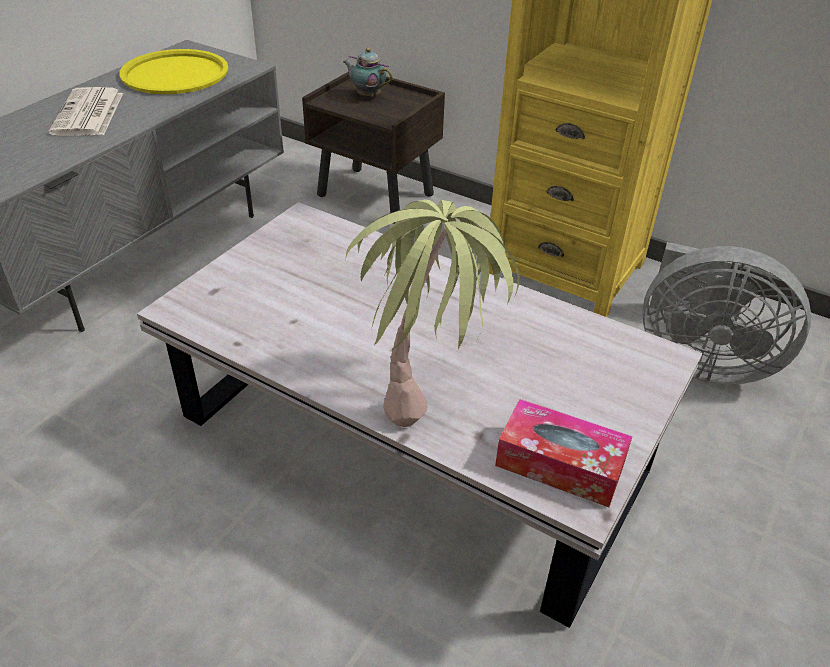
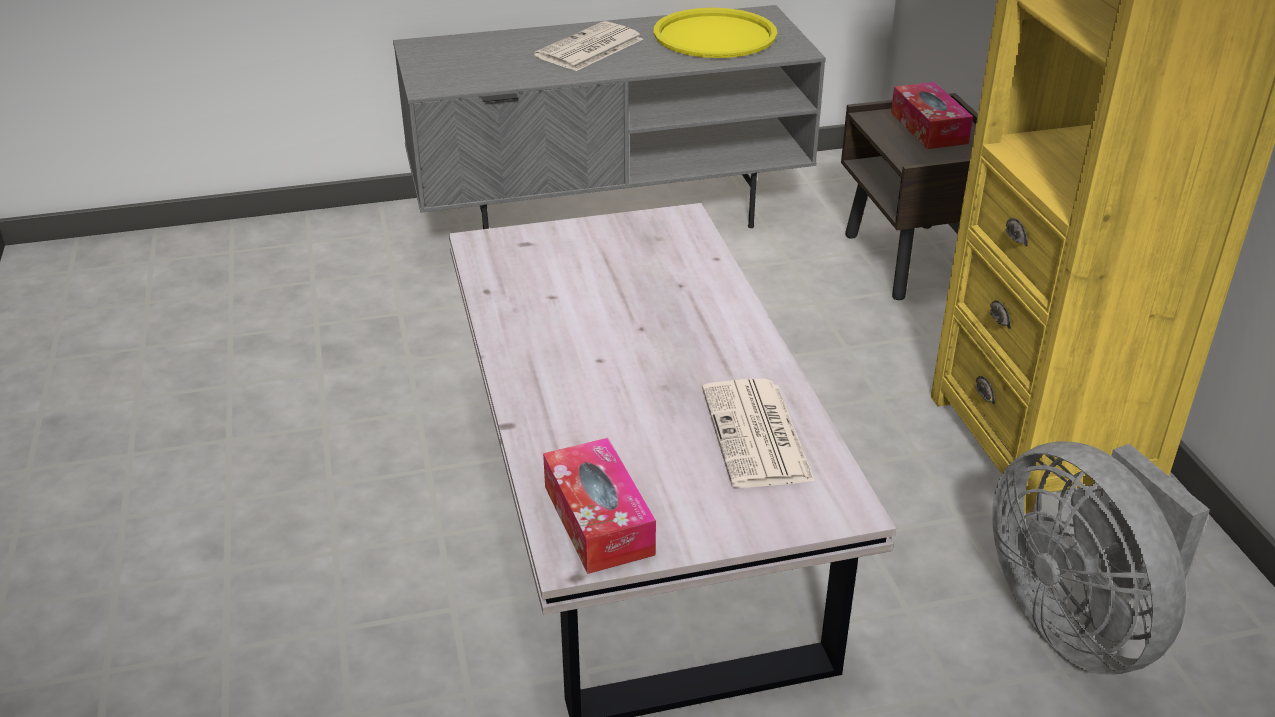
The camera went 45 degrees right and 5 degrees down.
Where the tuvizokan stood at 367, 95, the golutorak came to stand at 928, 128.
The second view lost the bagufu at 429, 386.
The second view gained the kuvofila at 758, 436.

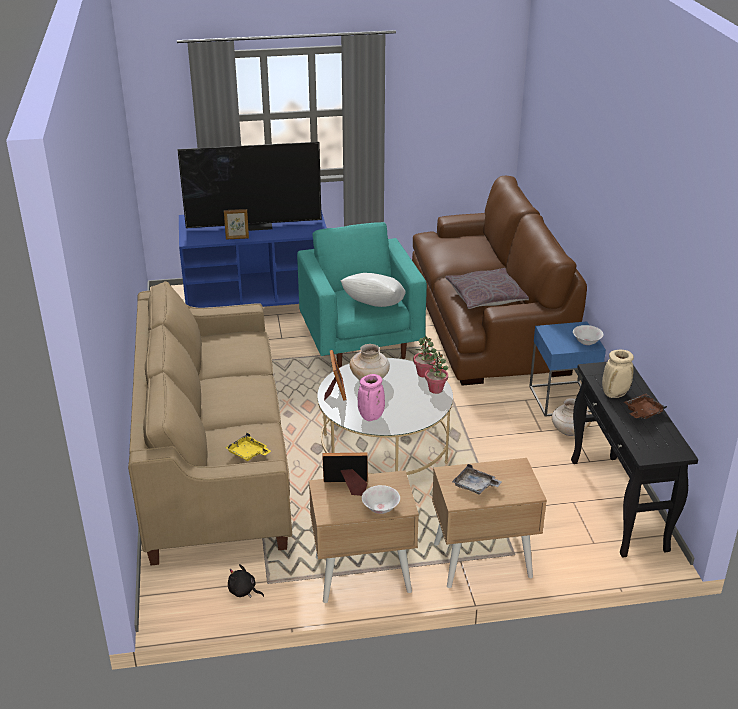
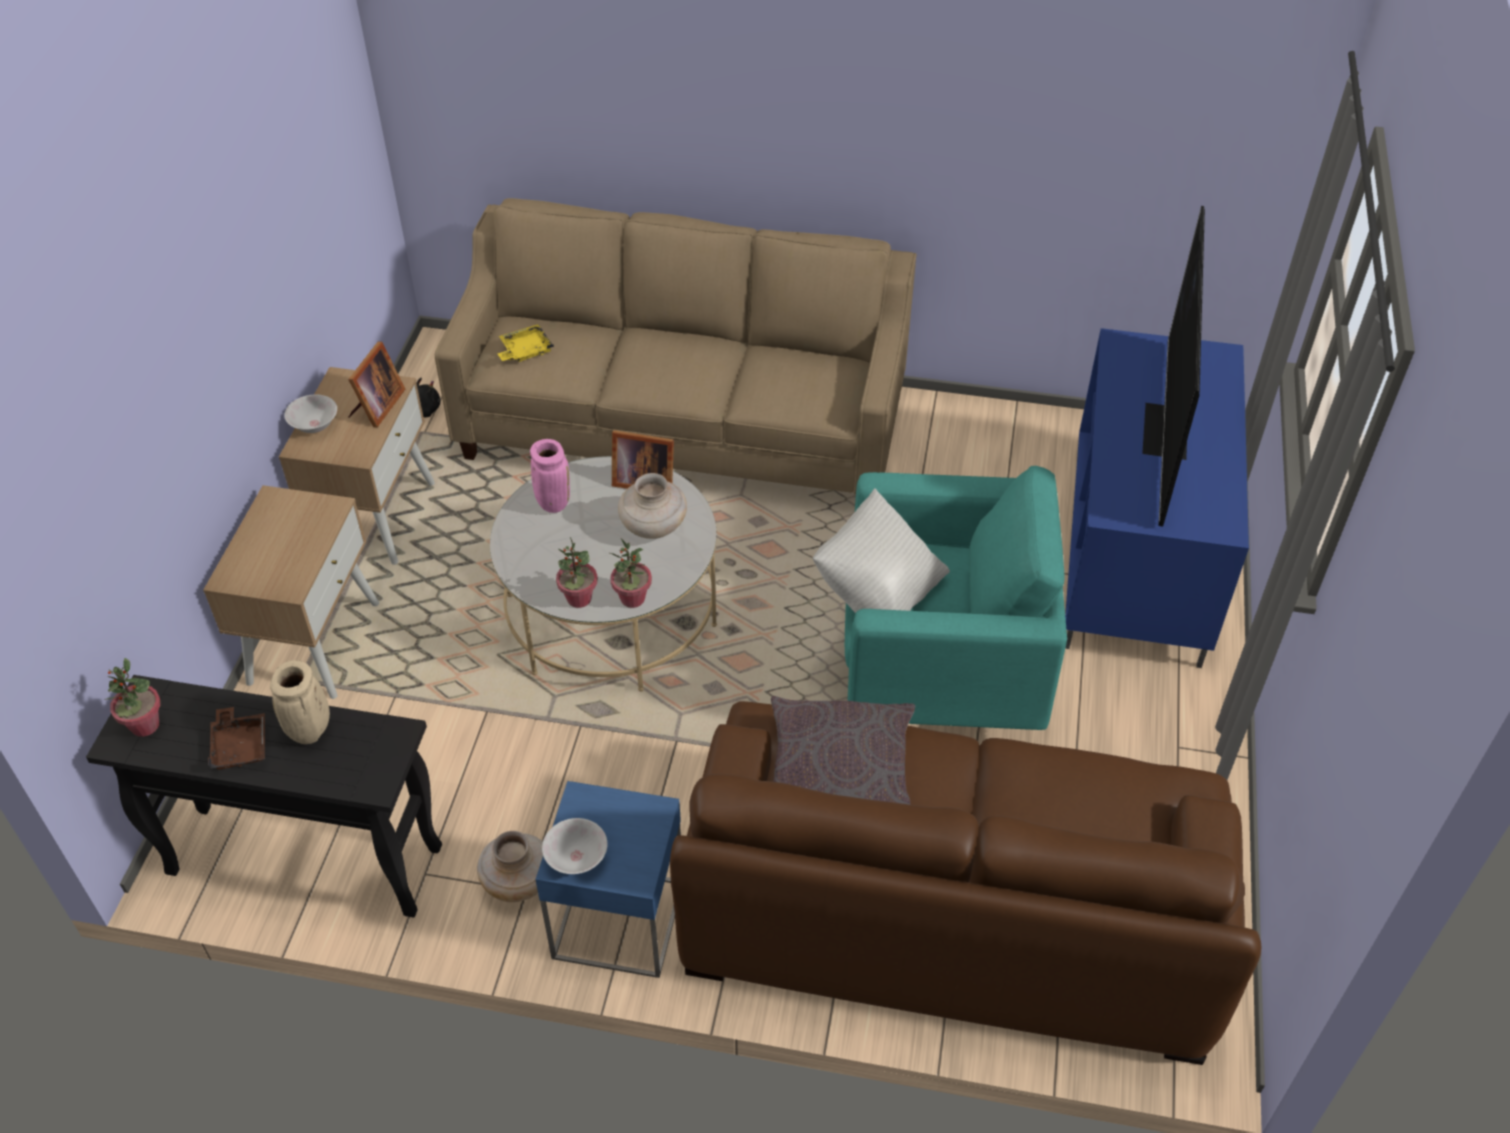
The camera went 110 degrees right and 15 degrees up.
The second view lost the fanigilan at 237, 238.
The second view lost the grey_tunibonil at 475, 486.
The second view gained the bagufu at 144, 725.

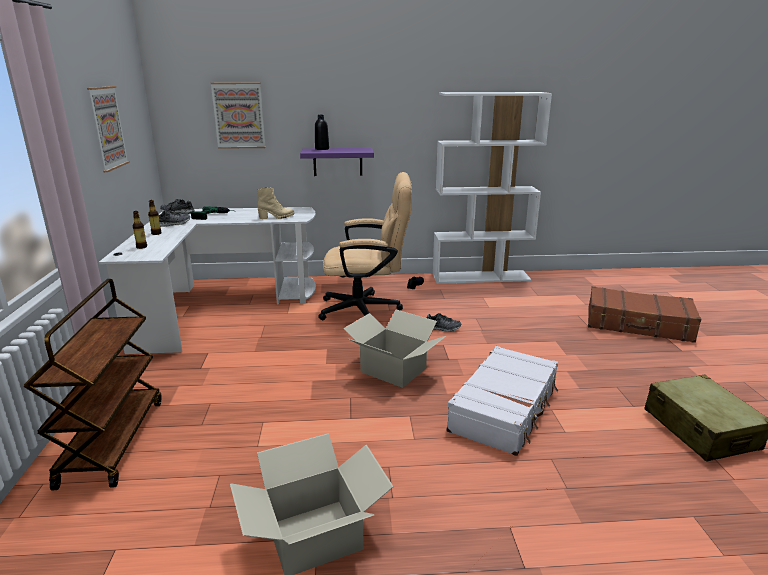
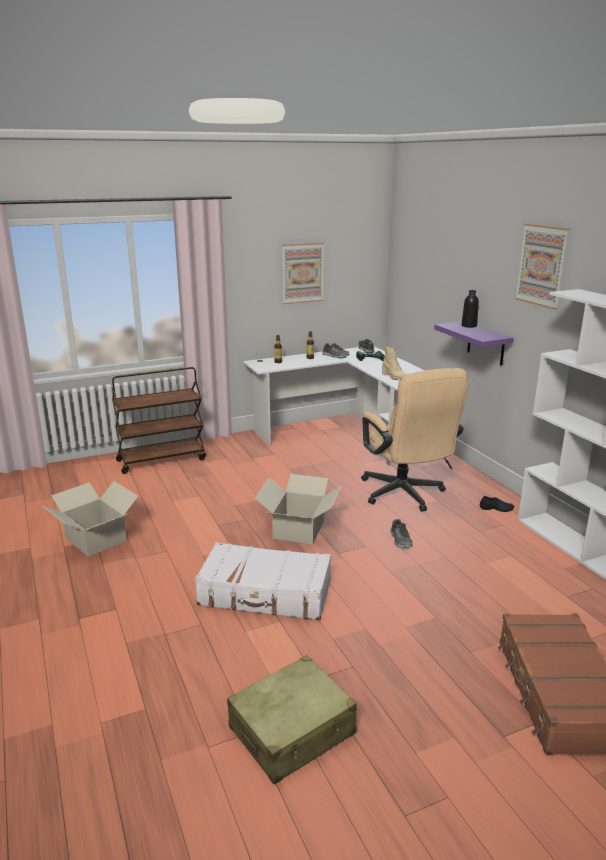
The camera went 70 degrees right and 0 degrees up.
The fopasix ended up elsewhere, having gone from 239, 115 to 542, 265.

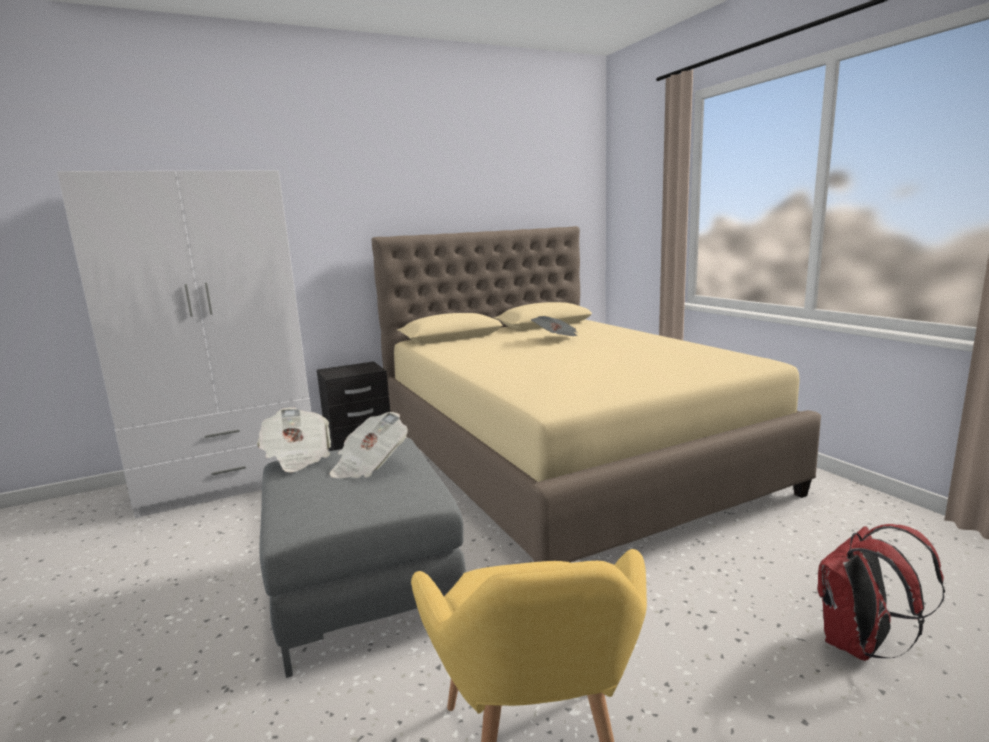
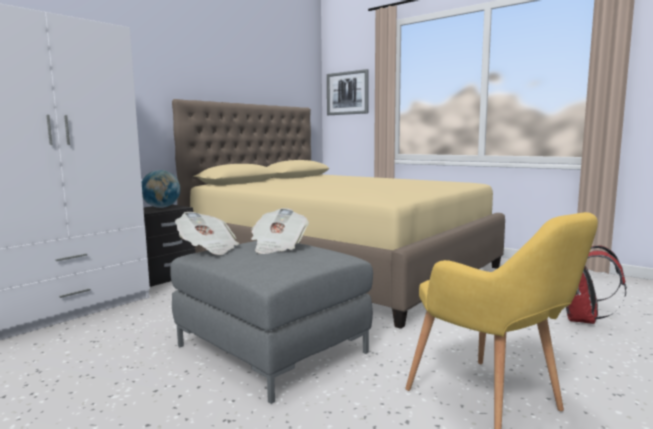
The camera went 25 degrees left and 5 degrees down.
The second view lost the kuvofila at 556, 339.
The second view gained the fopasix at 347, 93.
The second view gained the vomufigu at 161, 207.

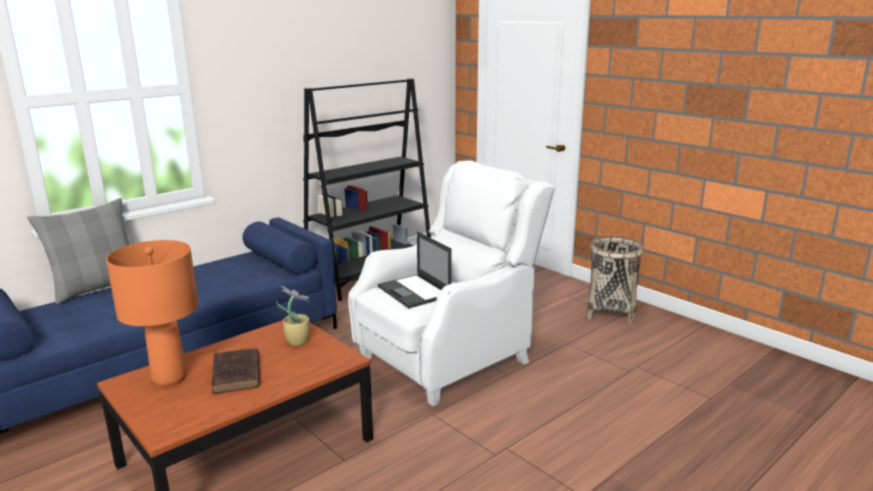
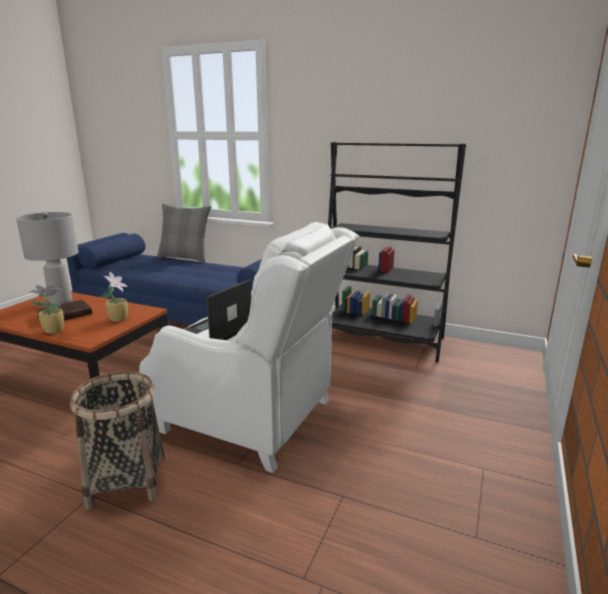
The camera went 65 degrees right and 0 degrees up.
The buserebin ended up elsewhere, having gone from 610, 311 to 127, 480.
What was the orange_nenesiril at 169, 378 turned into the grey_nenesiril at 60, 301.
The second view gained the bagufu at 53, 330.

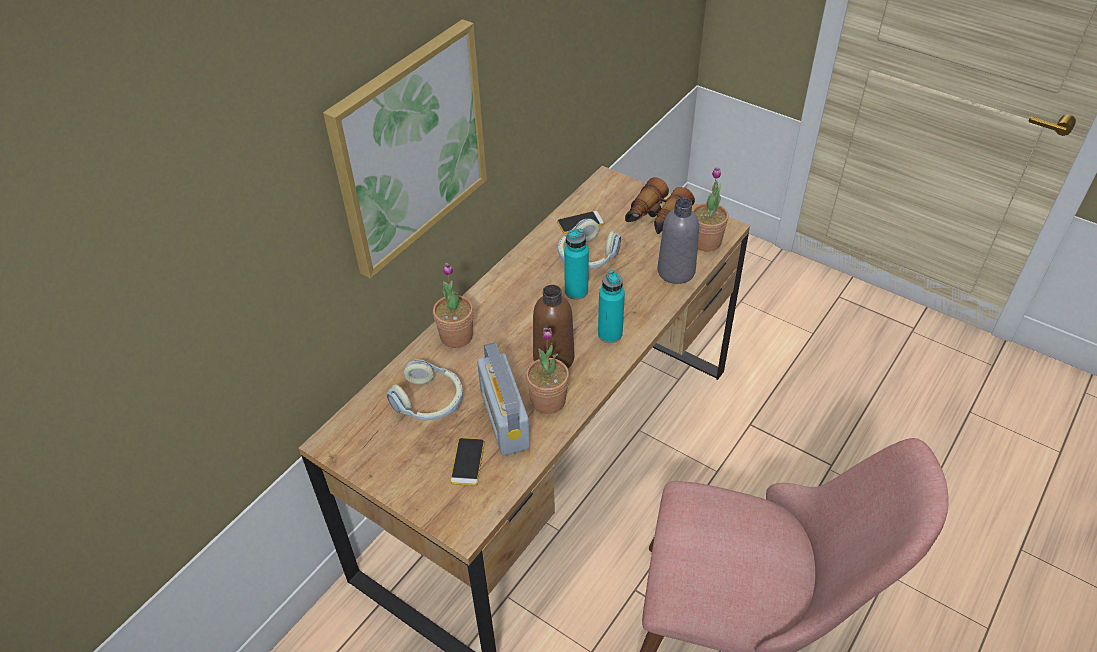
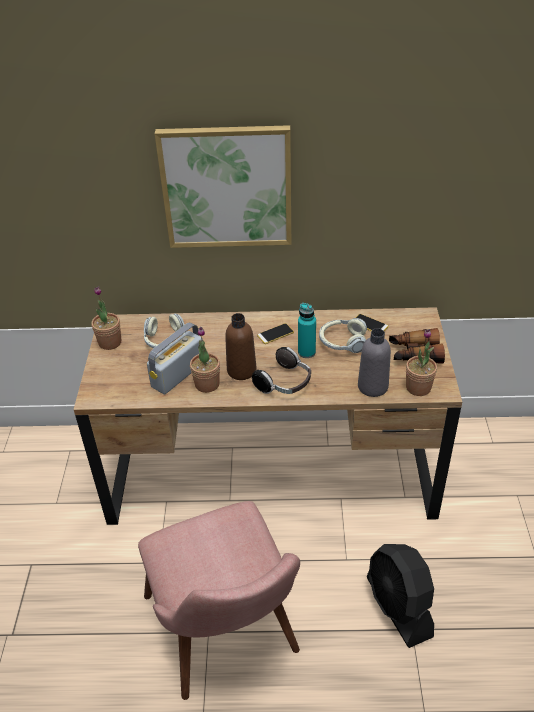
The camera went 55 degrees right and 5 degrees down.
The bagufu ended up elsewhere, having gone from 456, 336 to 110, 342.
Where the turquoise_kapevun stood at 610, 334, the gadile came to stand at 285, 384.
The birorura ended up elsewhere, having gone from 467, 462 to 275, 334.
The second view gained the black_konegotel at 398, 607.

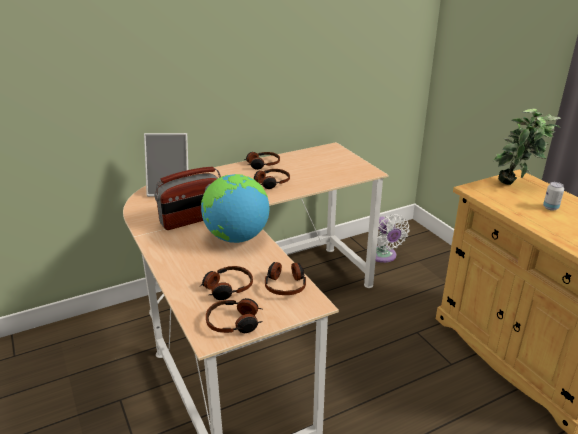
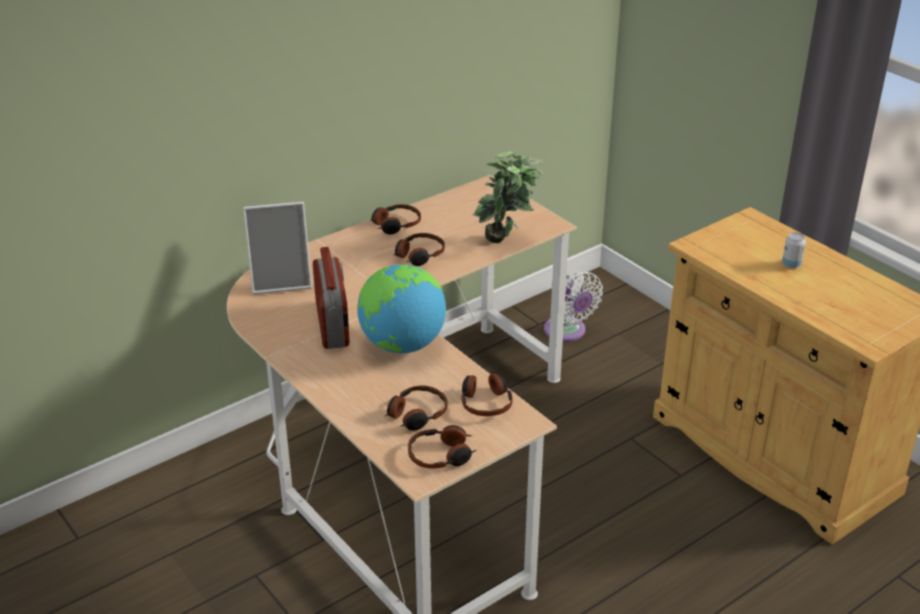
The camera went 10 degrees left and 5 degrees up.
The bagufu ended up elsewhere, having gone from 516, 185 to 506, 243.
The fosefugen at 193, 220 ended up facing another way, 60 degrees counterclockwise from before.

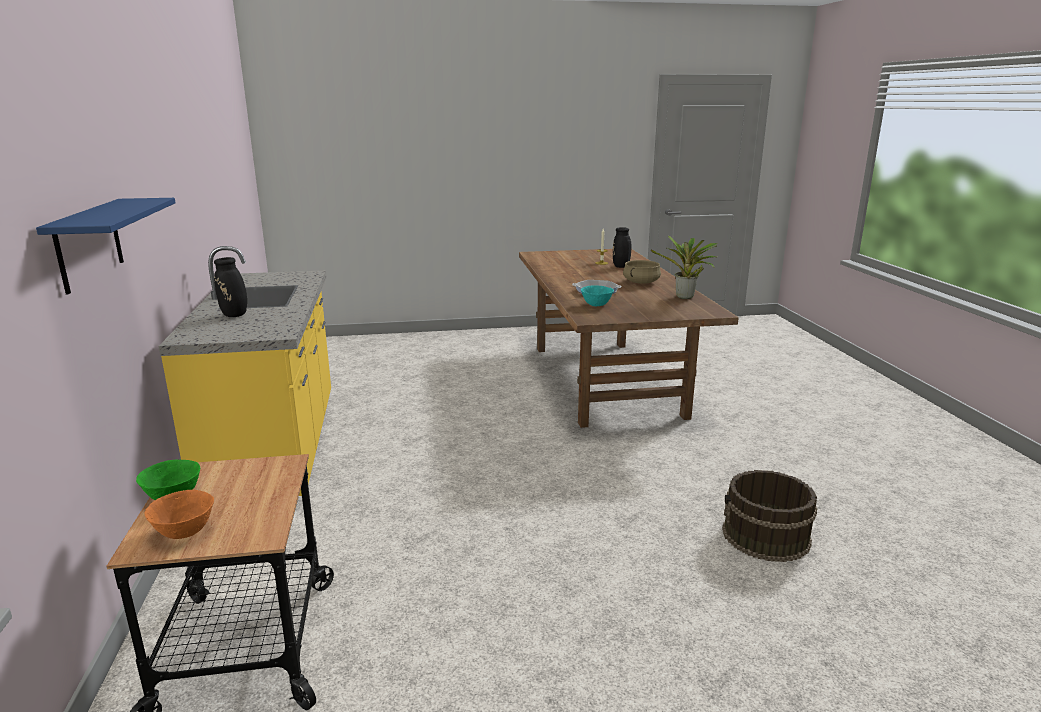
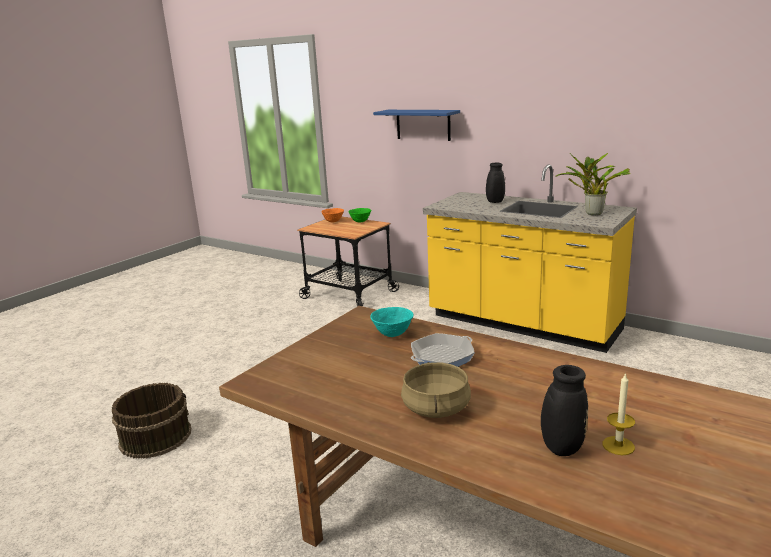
The camera went 135 degrees right and 0 degrees up.
The bagufu ended up elsewhere, having gone from 685, 298 to 591, 213.

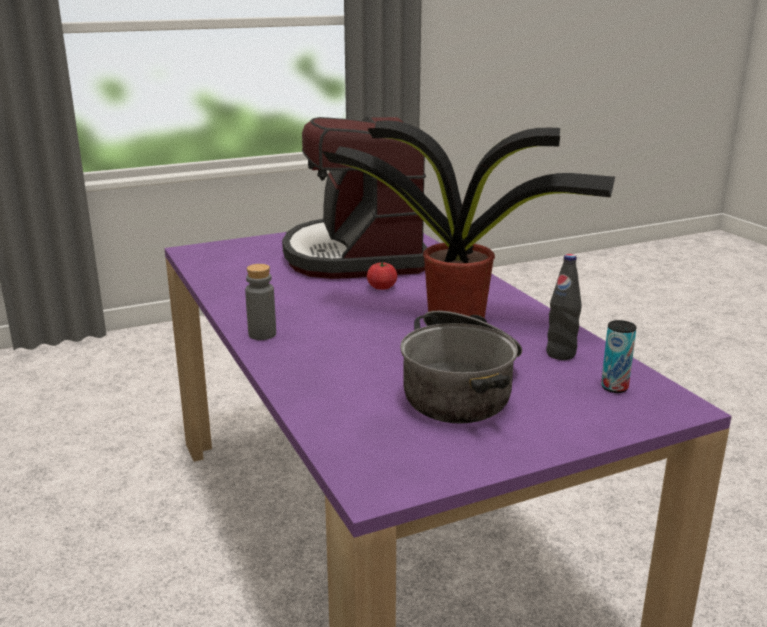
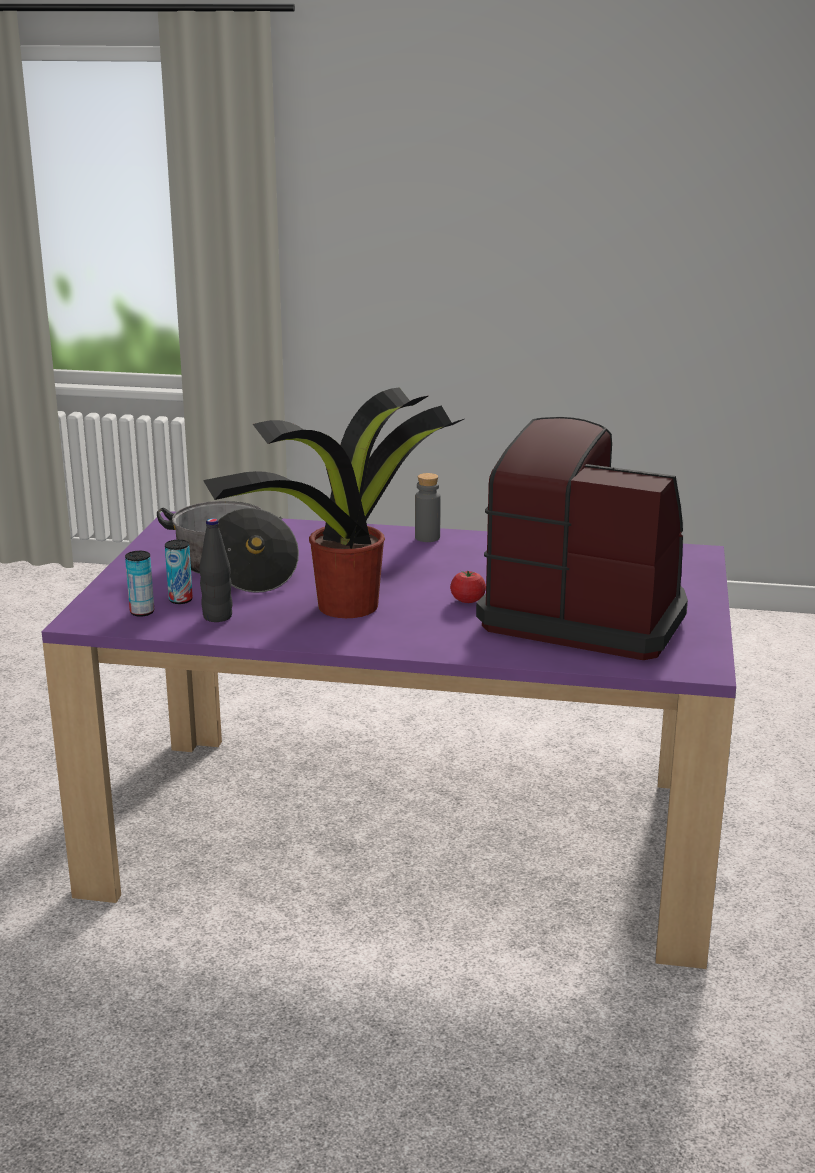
The camera went 125 degrees right and 0 degrees up.
The second view gained the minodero at 180, 600.

